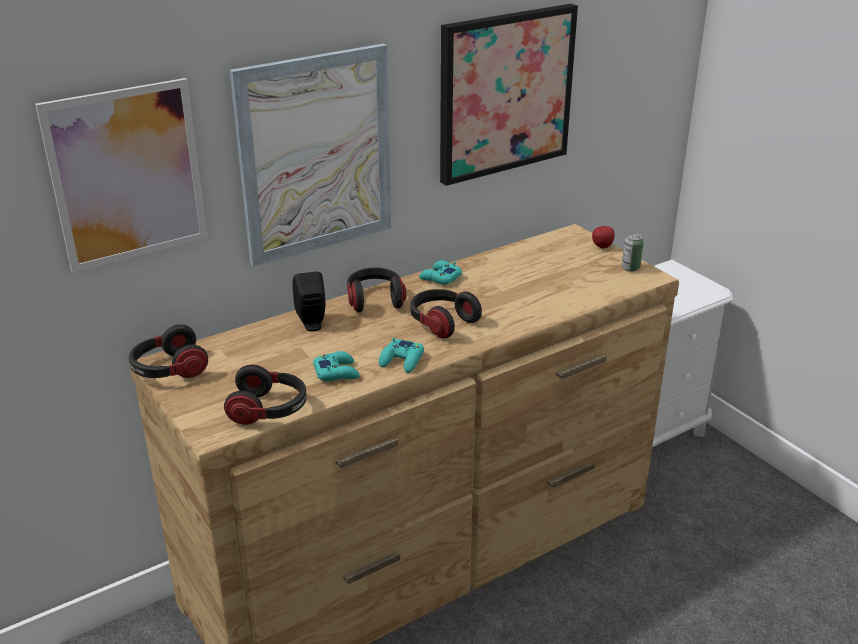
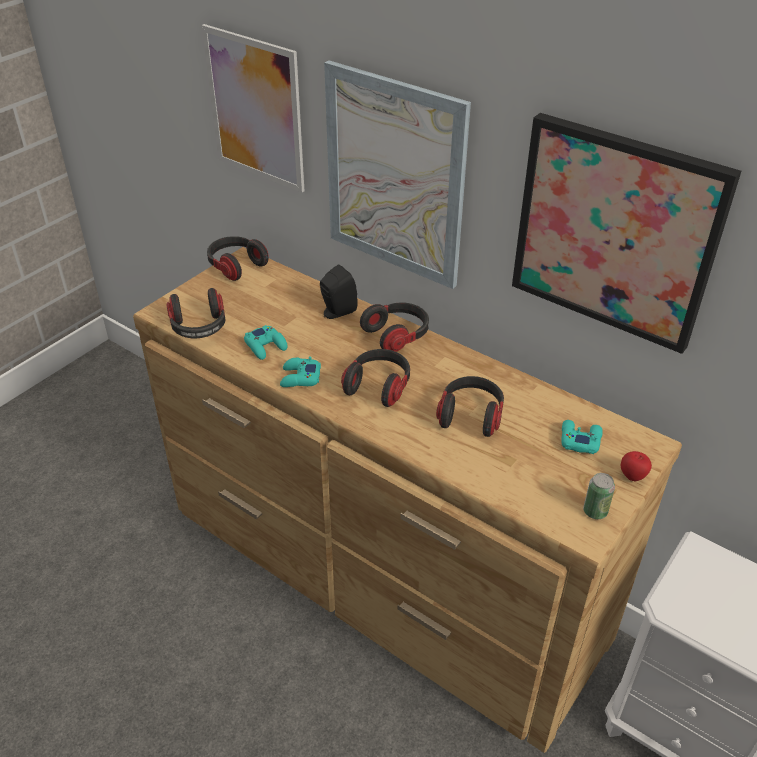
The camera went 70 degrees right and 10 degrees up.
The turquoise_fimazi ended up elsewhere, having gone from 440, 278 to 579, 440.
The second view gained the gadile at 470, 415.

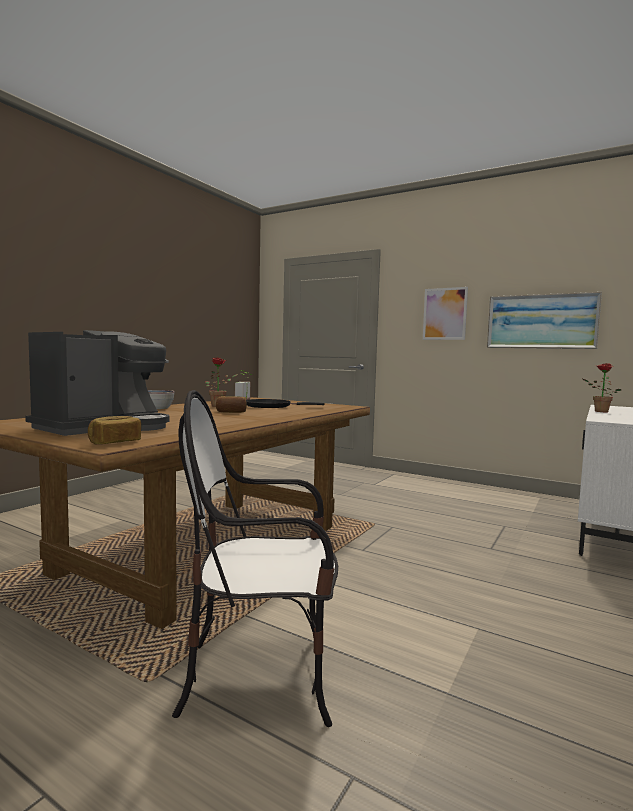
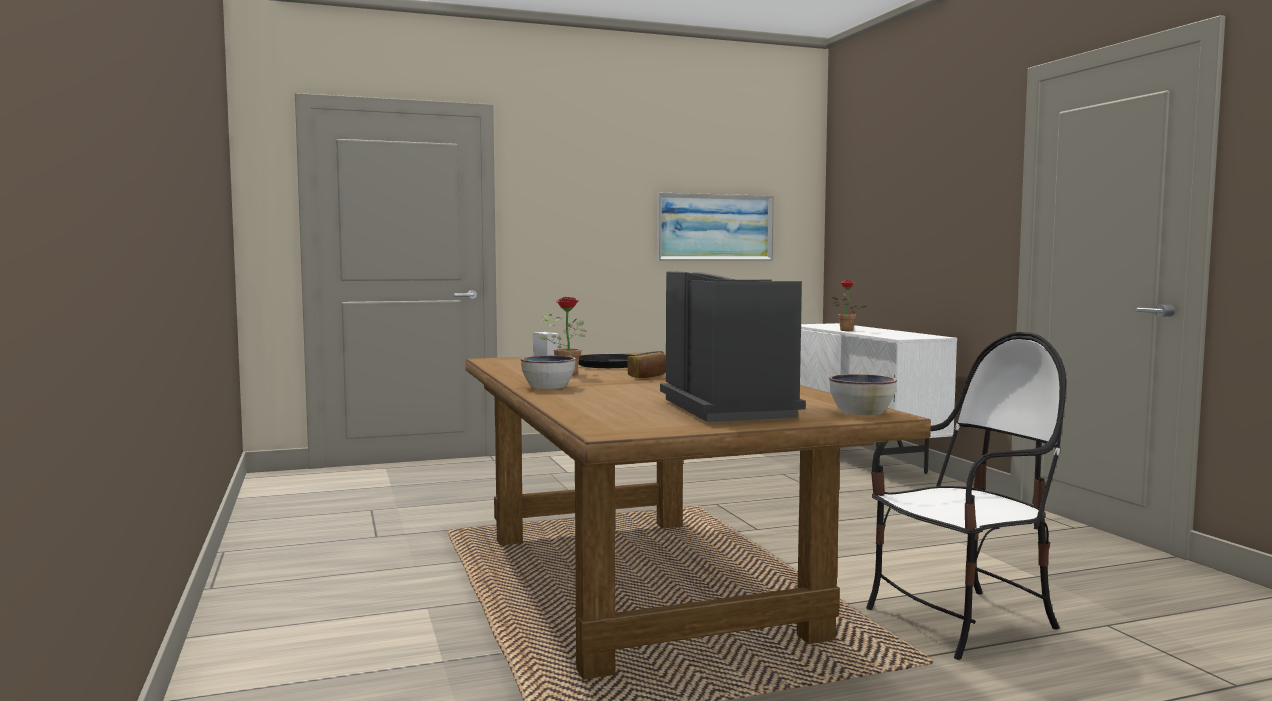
The camera went 50 degrees left and 0 degrees up.
The second view lost the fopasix at 444, 314.
The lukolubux at 260, 676 ended up facing another way, 150 degrees counterclockwise from before.
Where the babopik stood at 115, 442, the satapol came to stand at 862, 412.

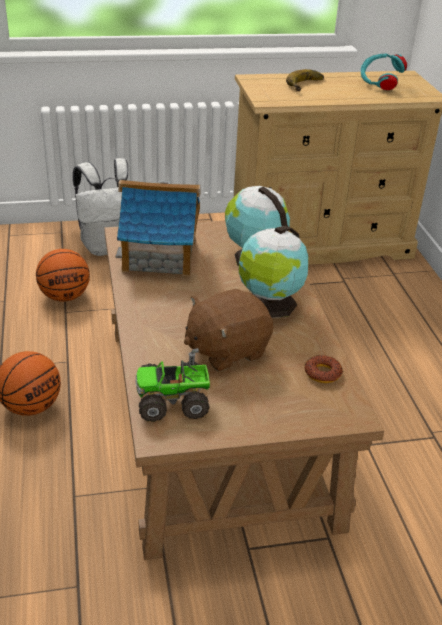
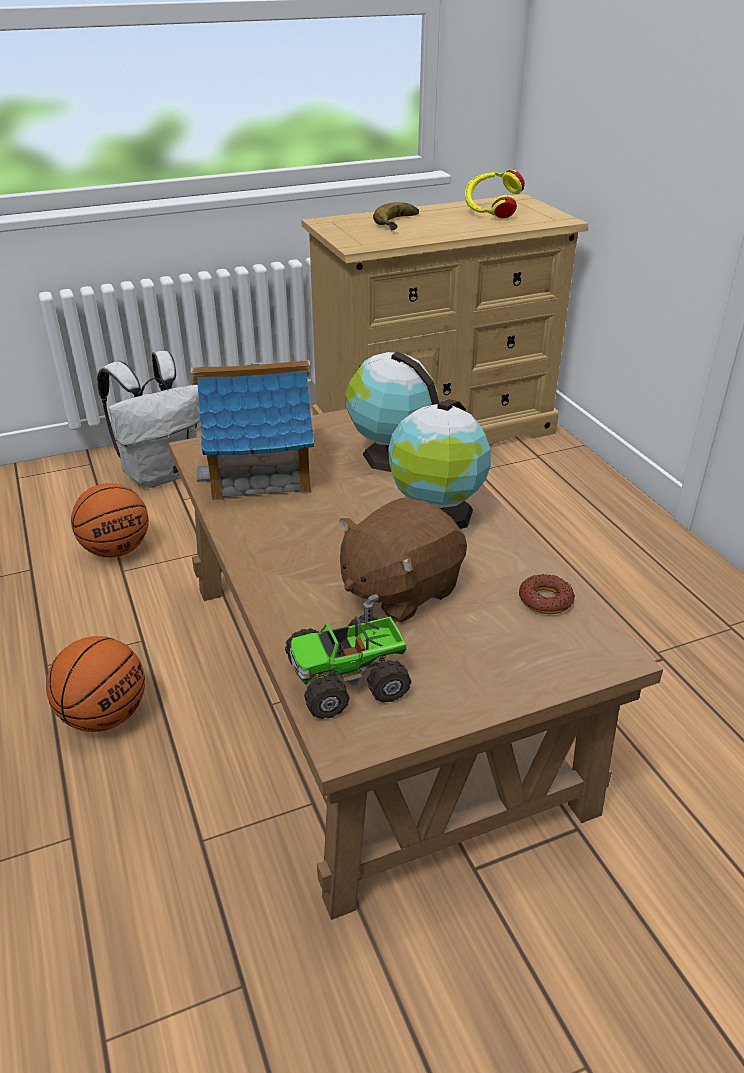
The camera went 10 degrees left and 0 degrees up.
What was the turquoise_gadile at 379, 85 turned into the yellow_gadile at 491, 213.

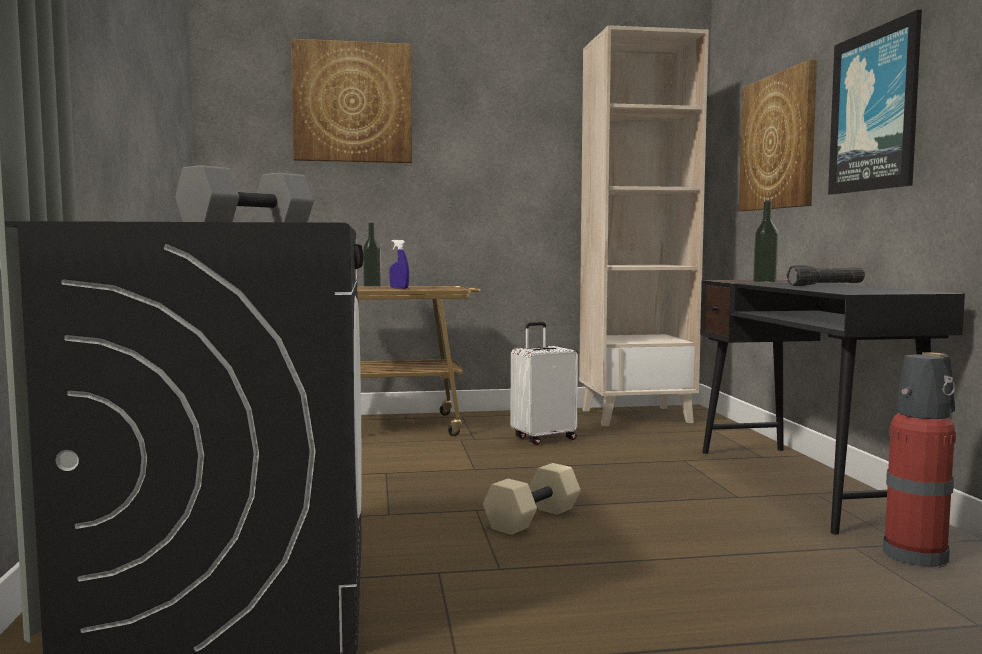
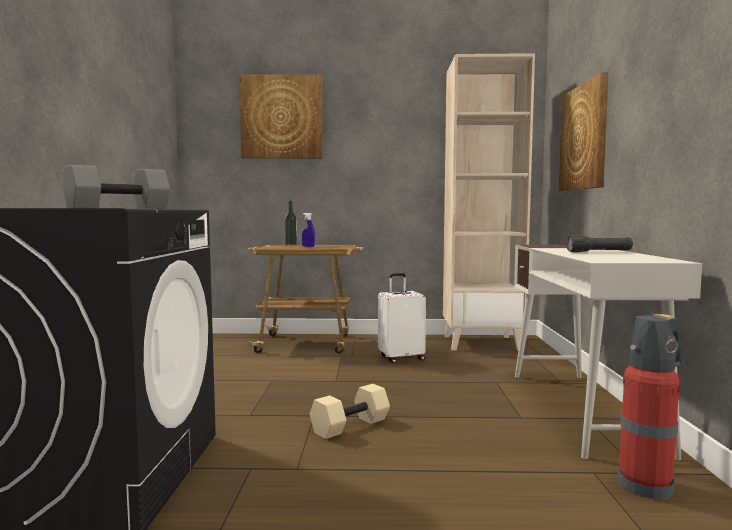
The camera went 10 degrees right and 0 degrees up.
The second view lost the fopasix at 875, 110.
The second view lost the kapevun at 764, 282.
What was the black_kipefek at 804, 484 turned into the white_kipefek at 582, 410.

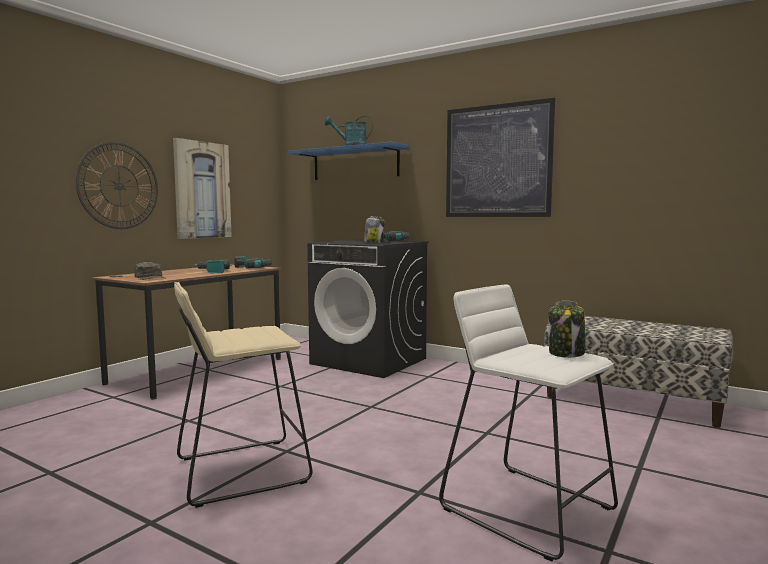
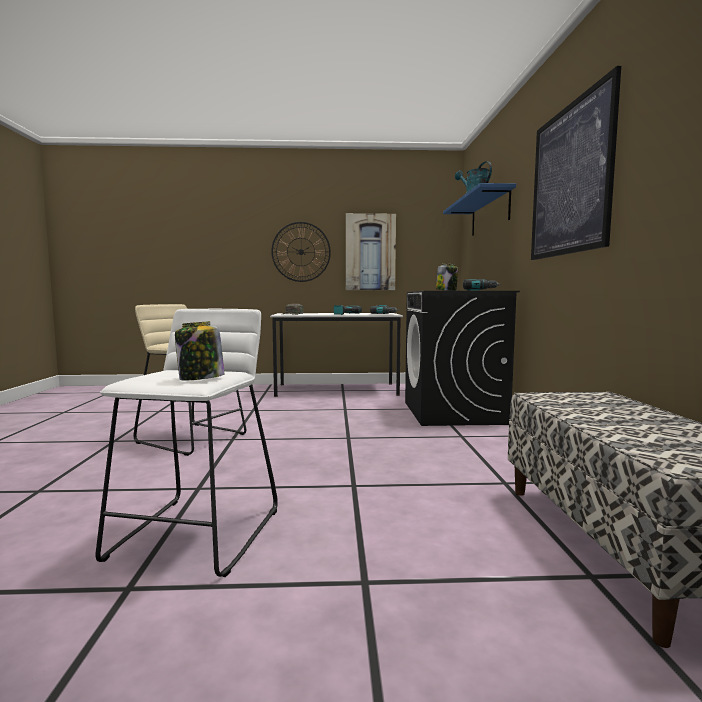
The camera went 55 degrees right and 0 degrees up.
What was the brown_kipefek at 198, 370 turned into the white_kipefek at 336, 389.

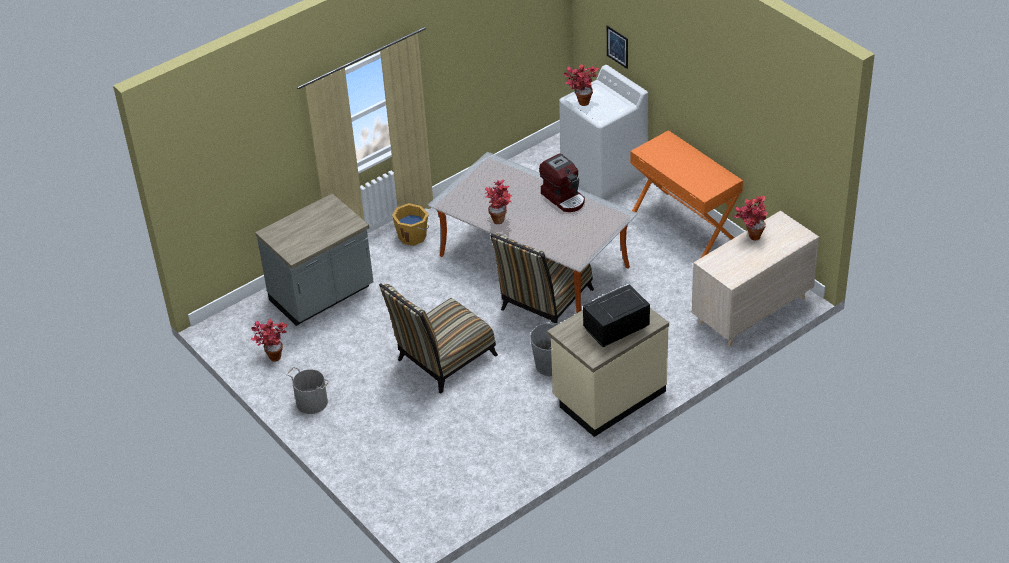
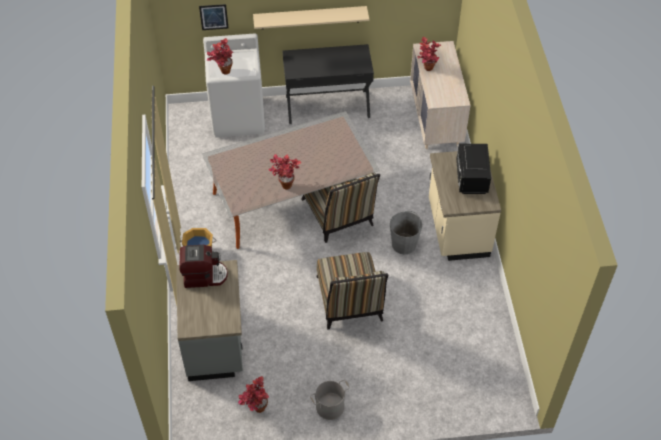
The camera went 60 degrees left and 10 degrees up.
What was the orange_kipefek at 684, 226 turned into the black_kipefek at 327, 106.
The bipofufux ended up elsewhere, having gone from 564, 198 to 204, 275.
The second view gained the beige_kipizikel at 310, 17.

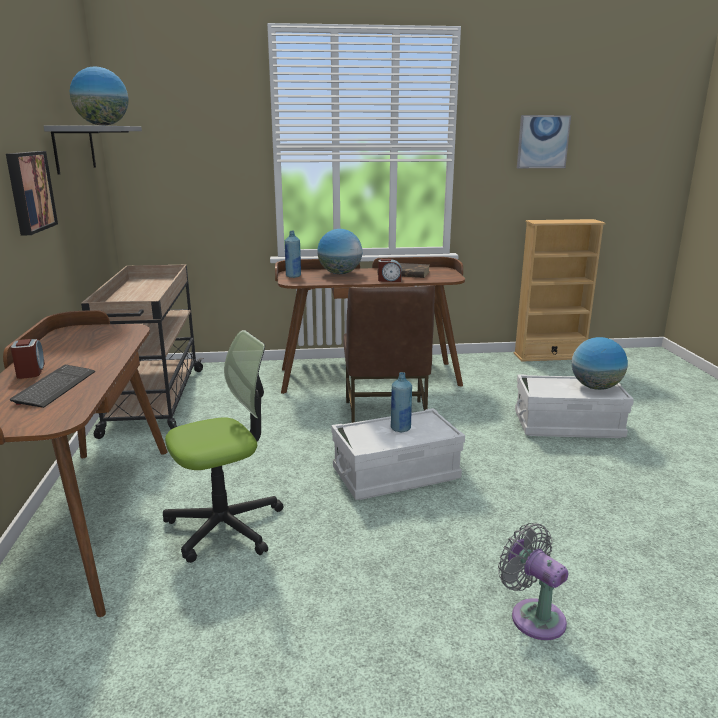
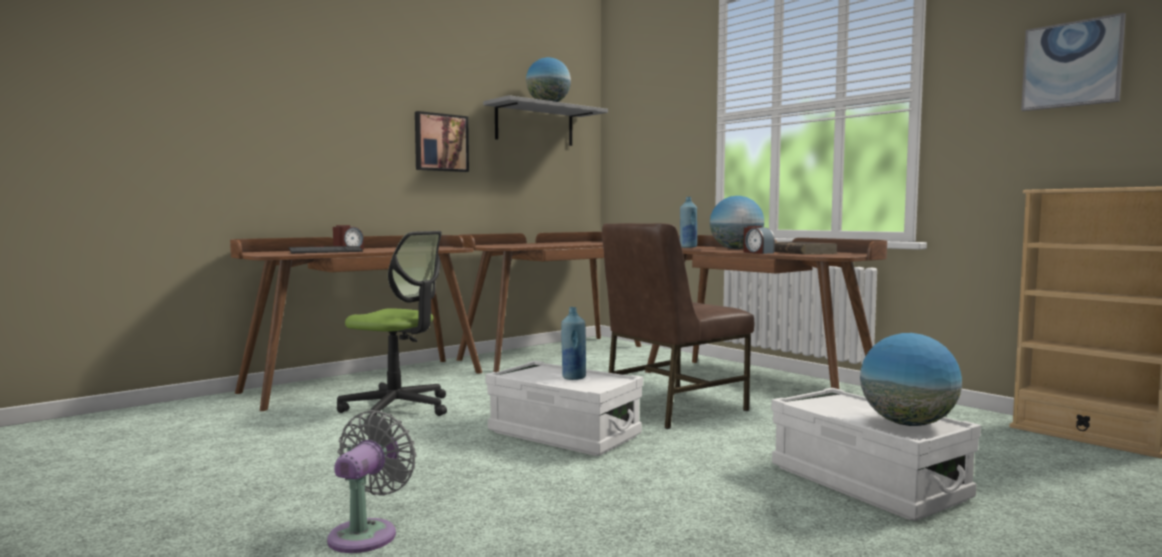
The camera went 55 degrees right and 15 degrees down.
Where the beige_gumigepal stood at 154, 401, the brown_kipefek came to stand at 552, 352.

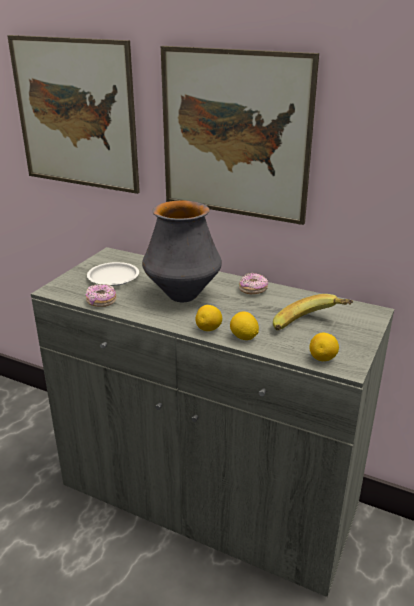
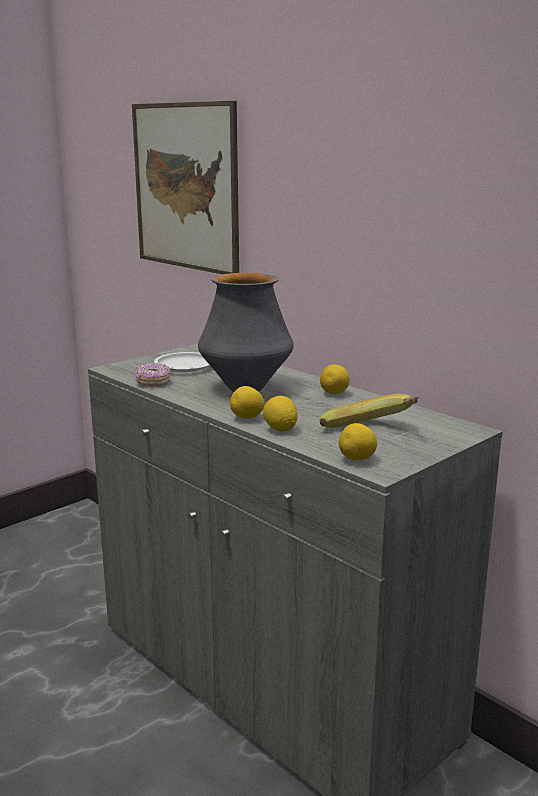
The camera went 20 degrees right and 10 degrees down.
The second view lost the fopasix at 235, 135.
Where the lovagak stood at 253, 290, the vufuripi came to stand at 334, 393.

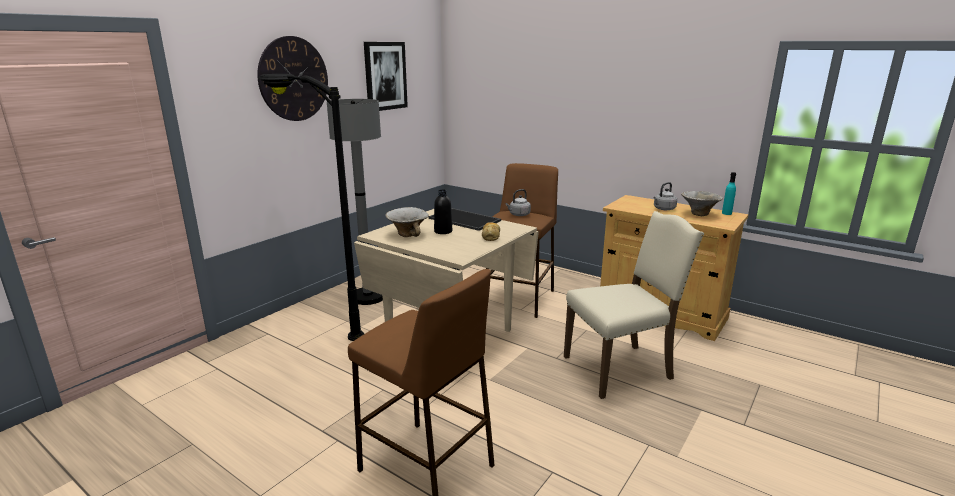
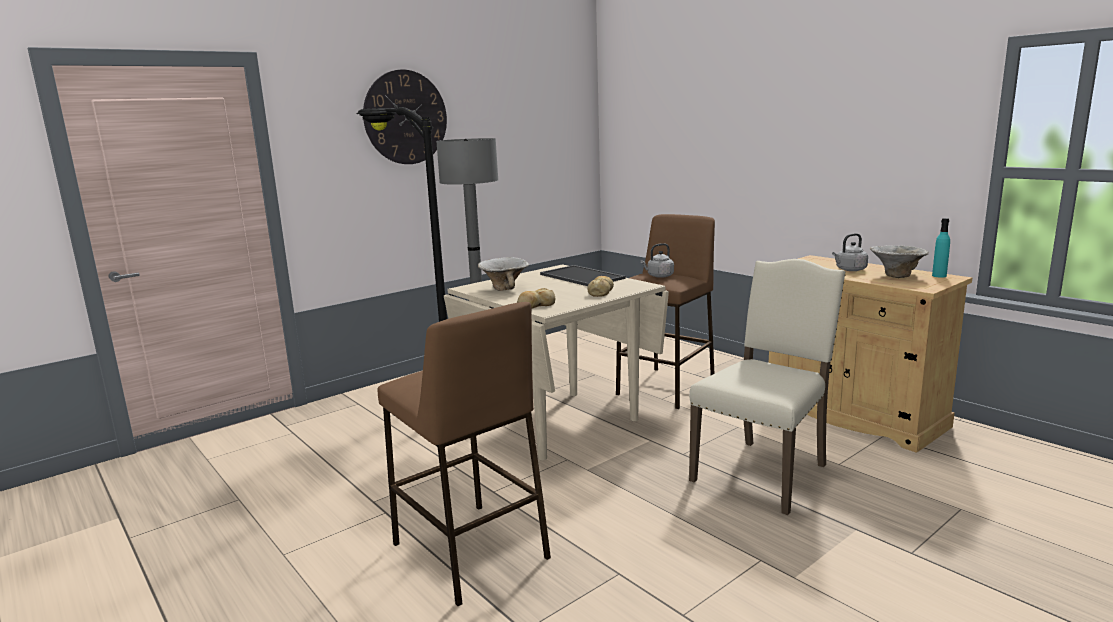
The camera went 15 degrees right and 5 degrees down.
The second view lost the fopasix at 385, 76.
The second view lost the black_kapevun at 443, 231.
The beige_lukolubux at 620, 368 ended up facing another way, 45 degrees counterclockwise from before.
The second view gained the babopik at 535, 305.

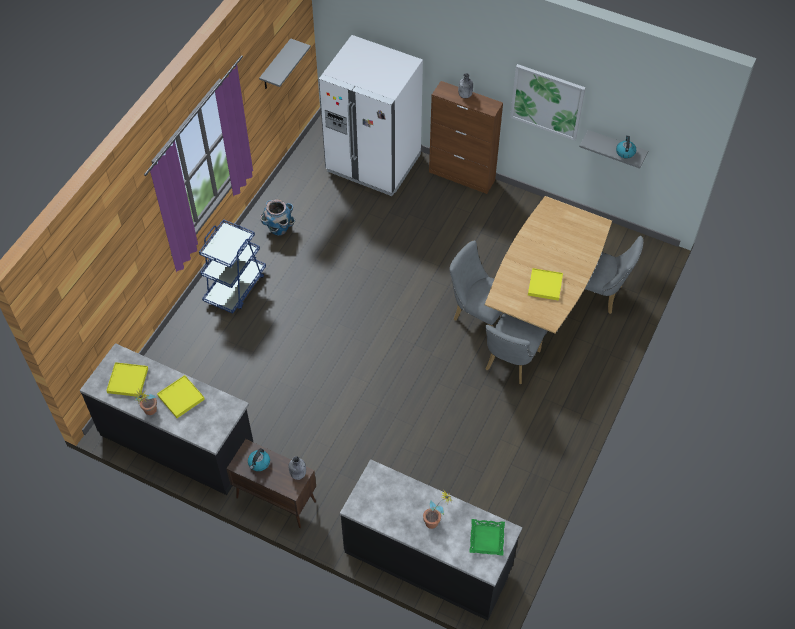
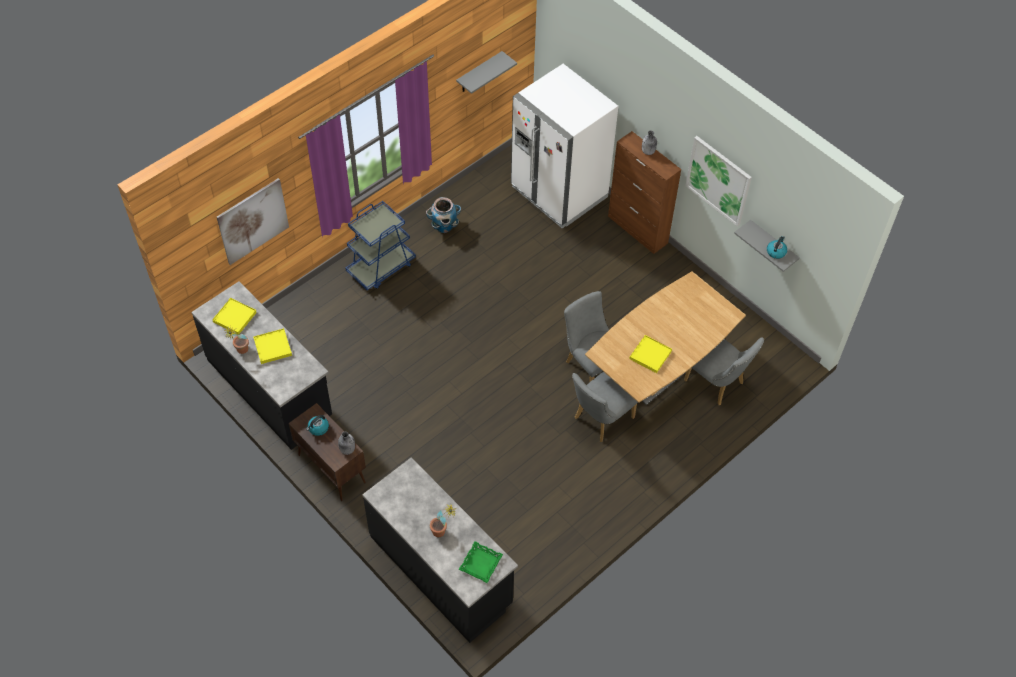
The camera went 20 degrees right and 0 degrees up.
The second view gained the fopasix at 253, 221.

